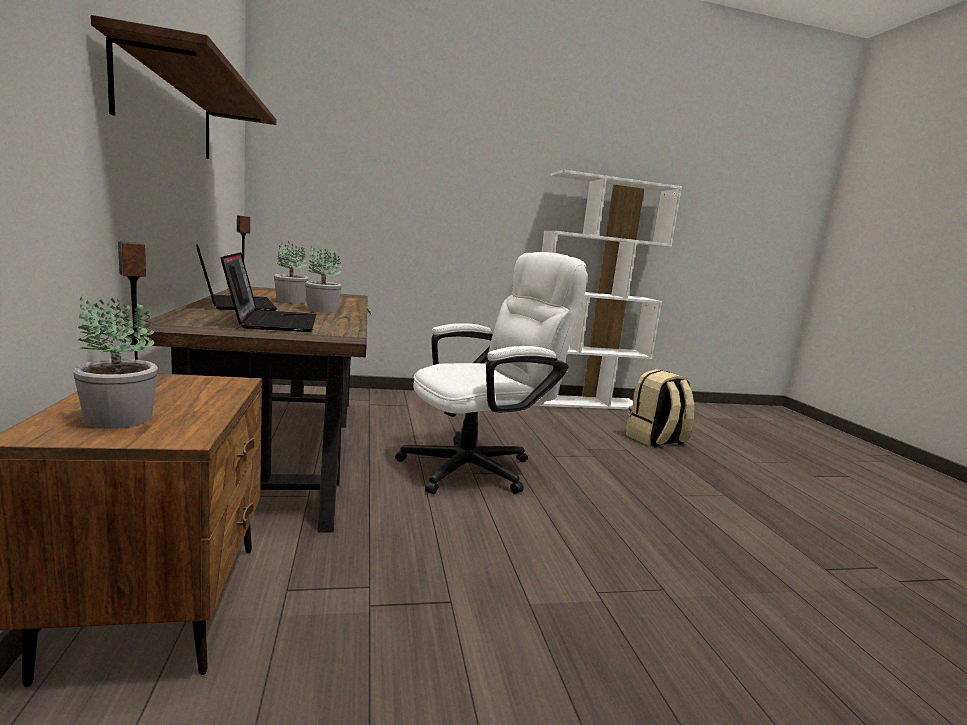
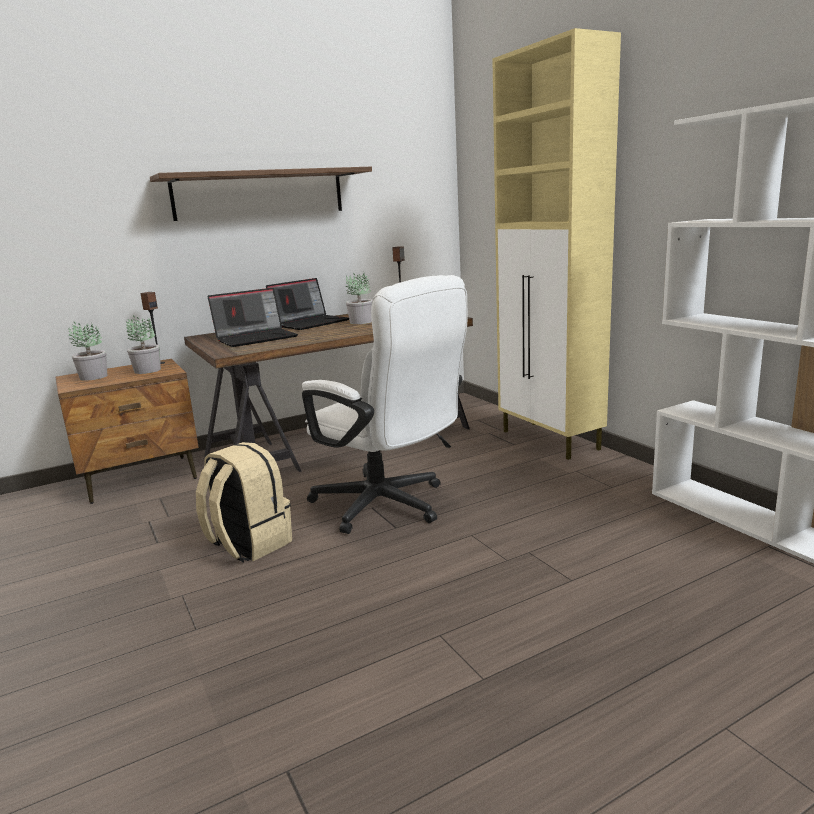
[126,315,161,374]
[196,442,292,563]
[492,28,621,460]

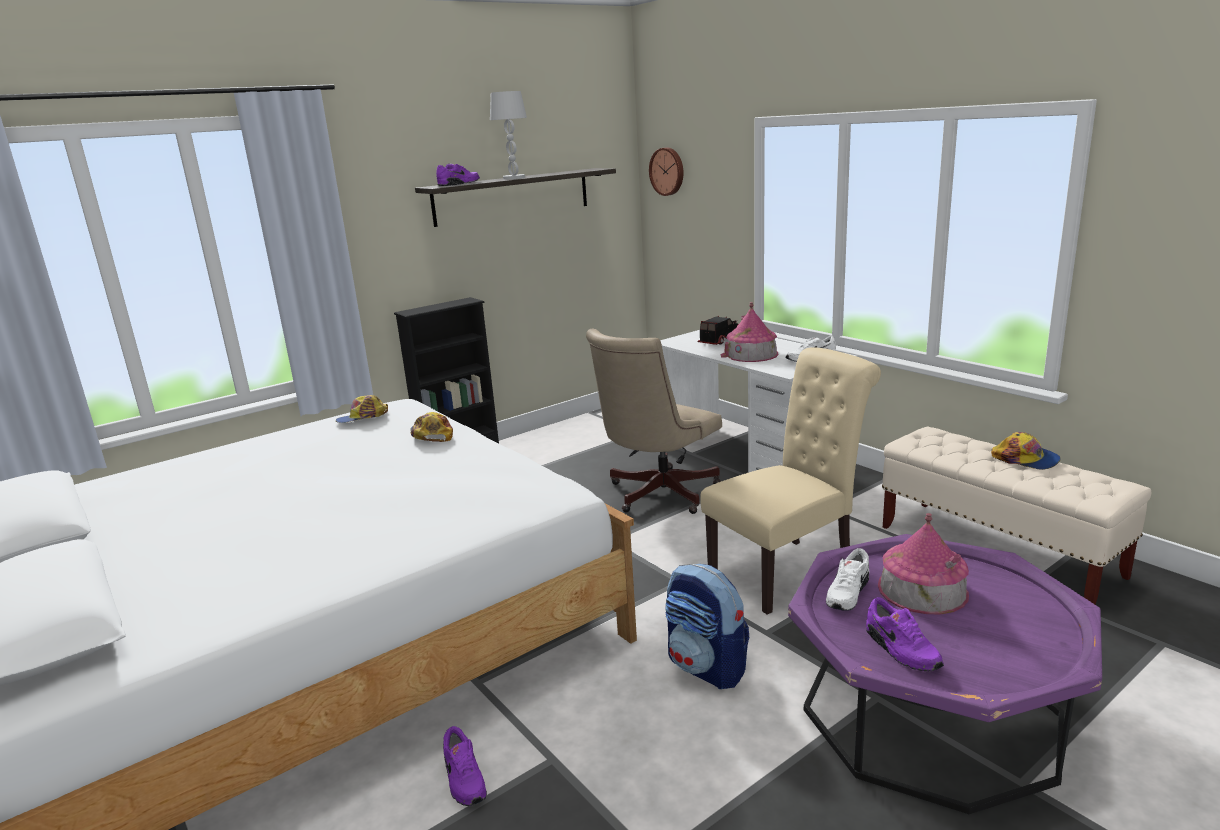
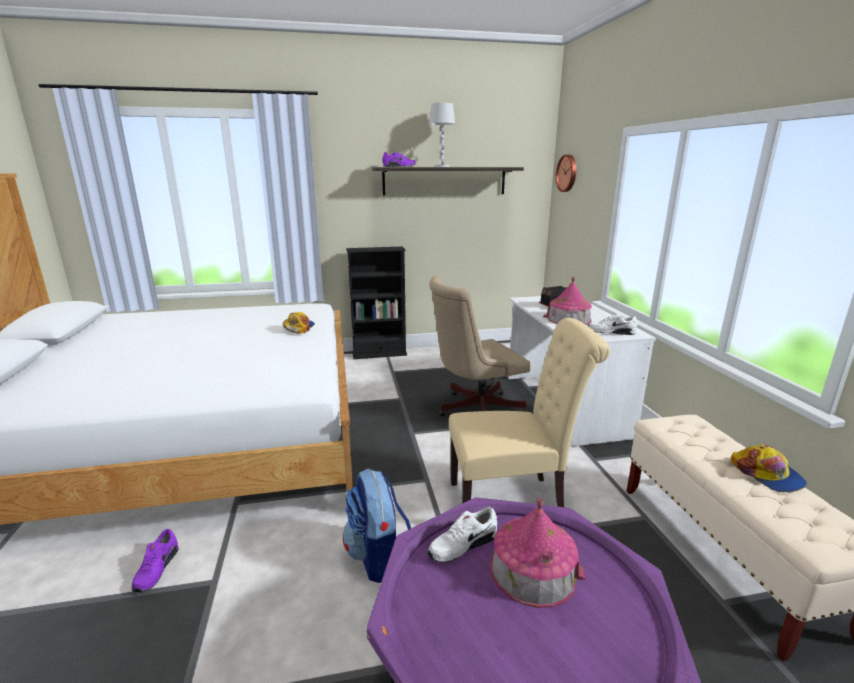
[336,395,388,423] (first image)
[866,597,944,671] (first image)

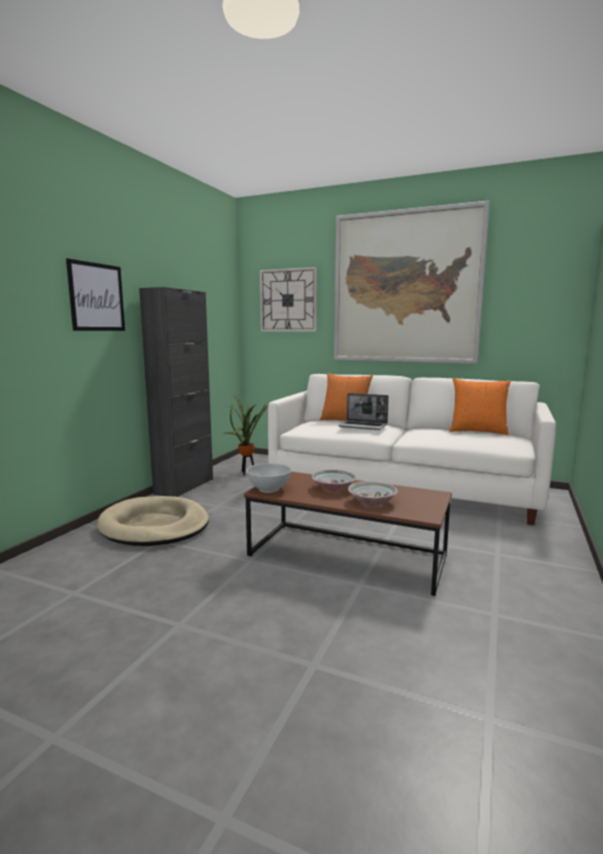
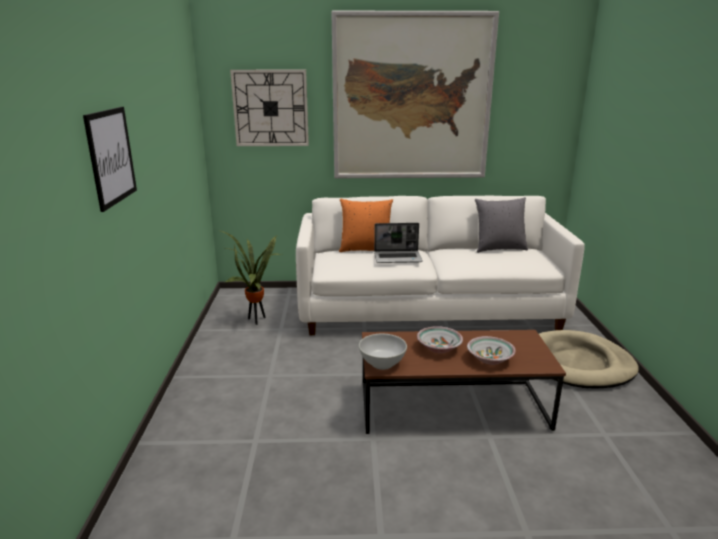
[139,287,213,497] (first image)
[475,197,528,253]
[539,330,639,389]

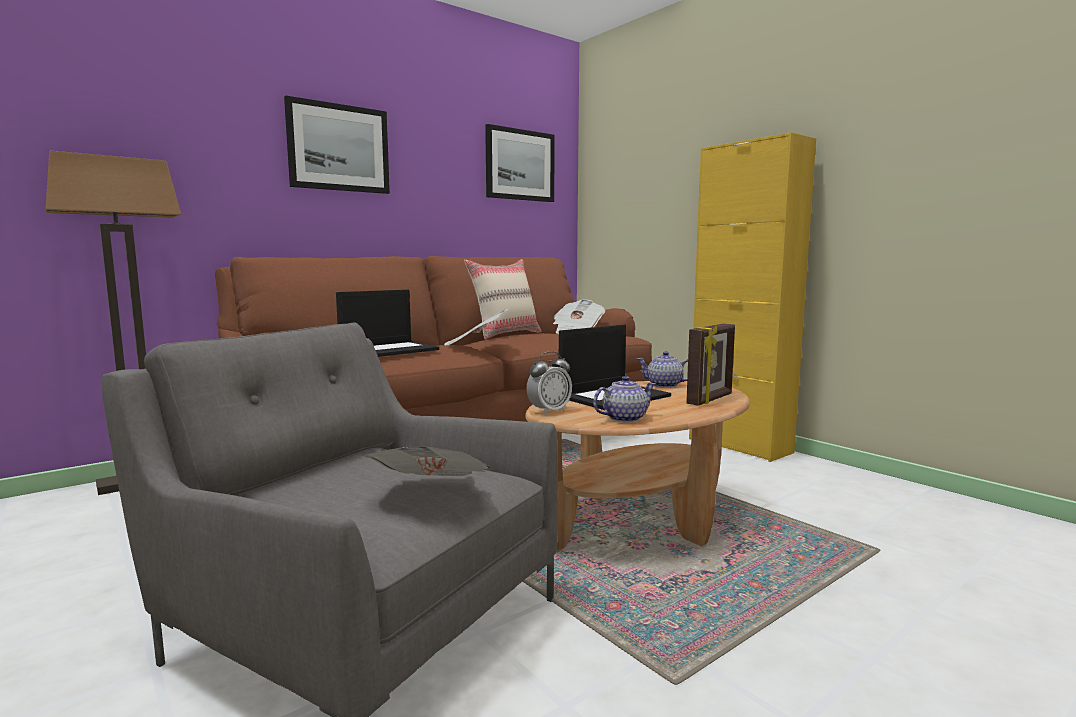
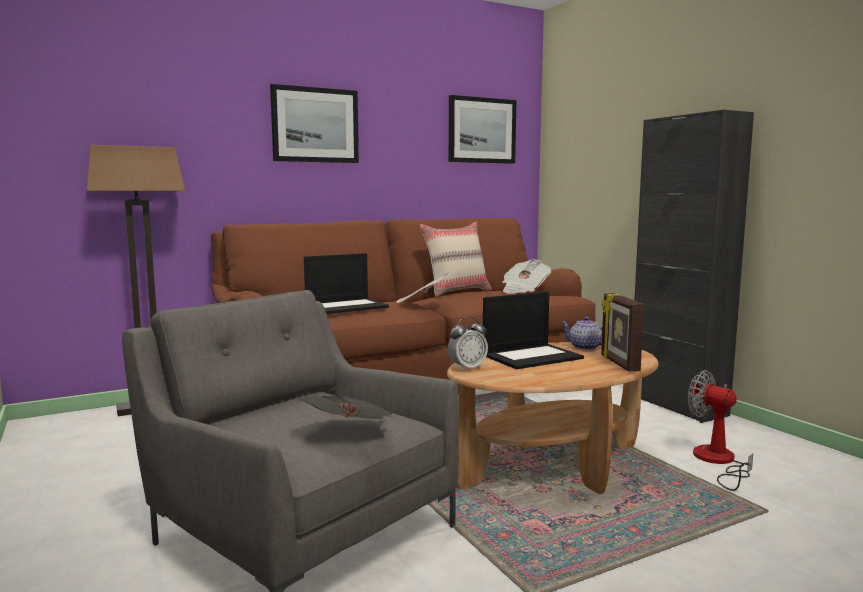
[634,110,754,423]
[601,293,644,372]
[593,376,655,422] (first image)
[688,370,753,491]

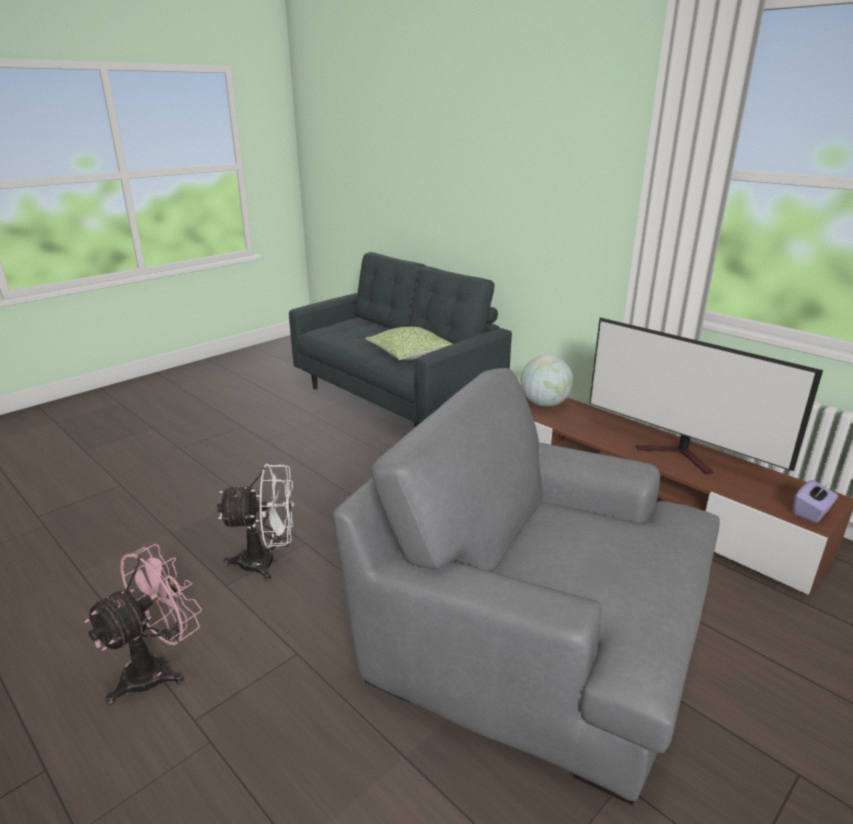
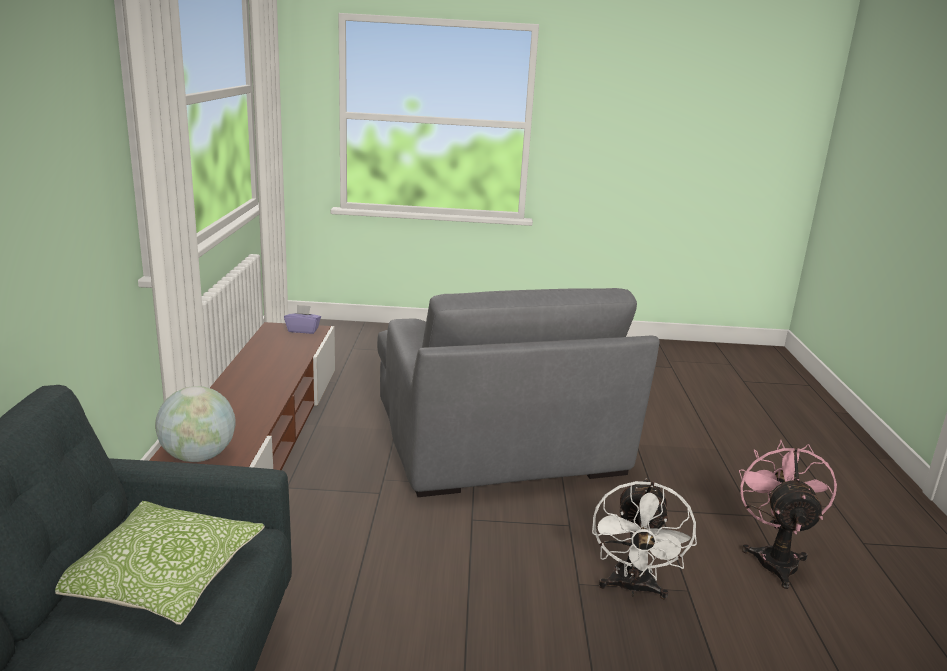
[589,318,823,474] (first image)
[592,479,697,600]
[739,439,837,589]

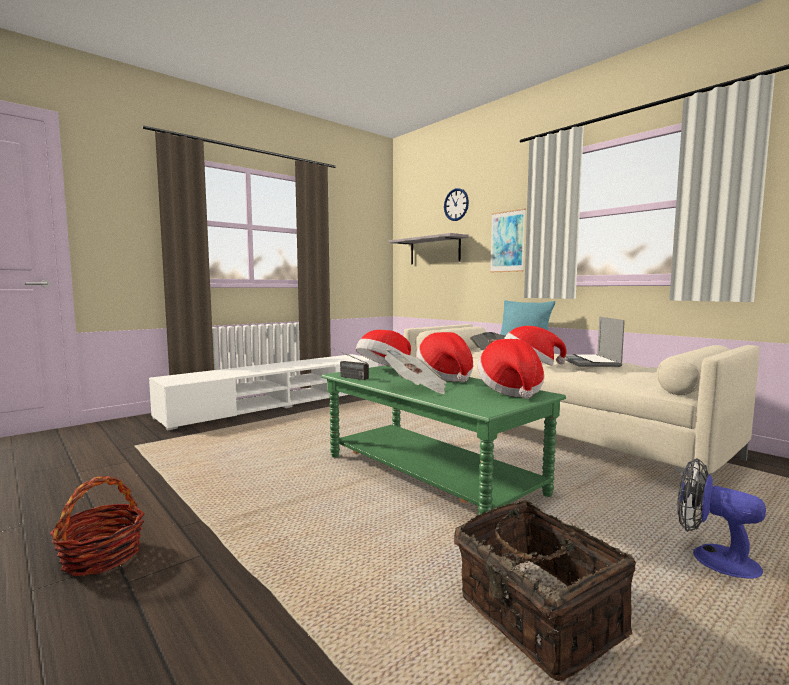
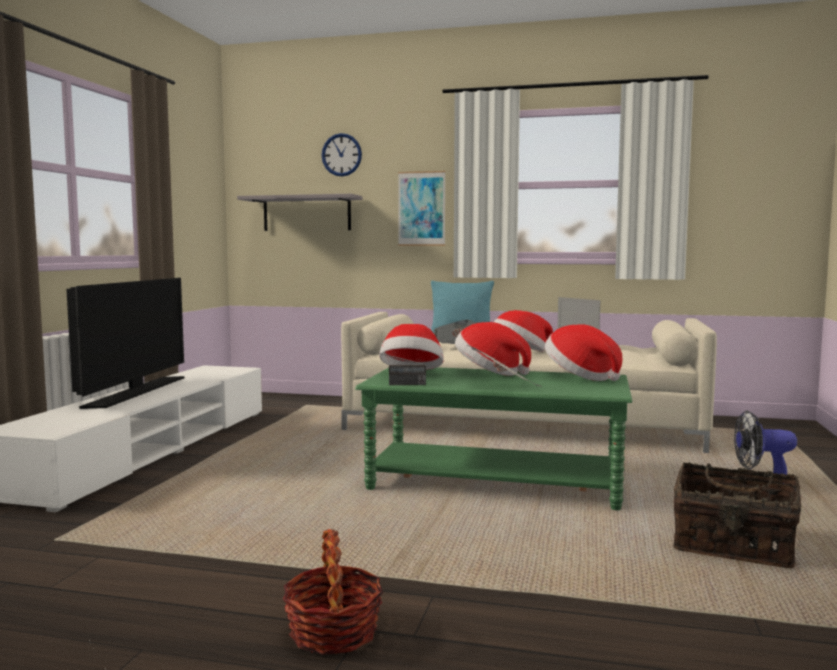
[66,278,184,409]

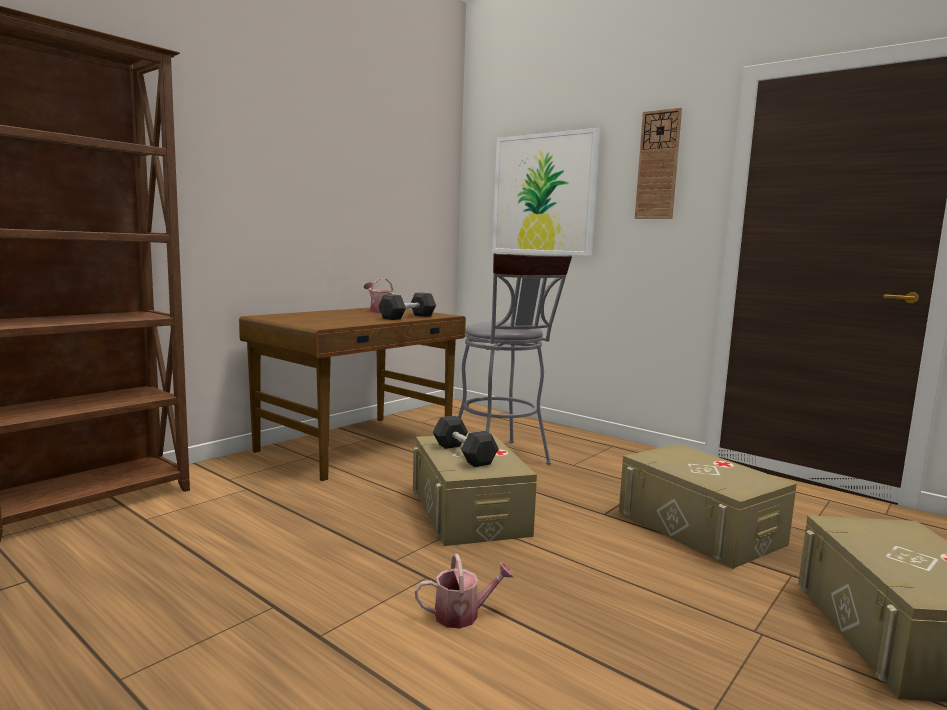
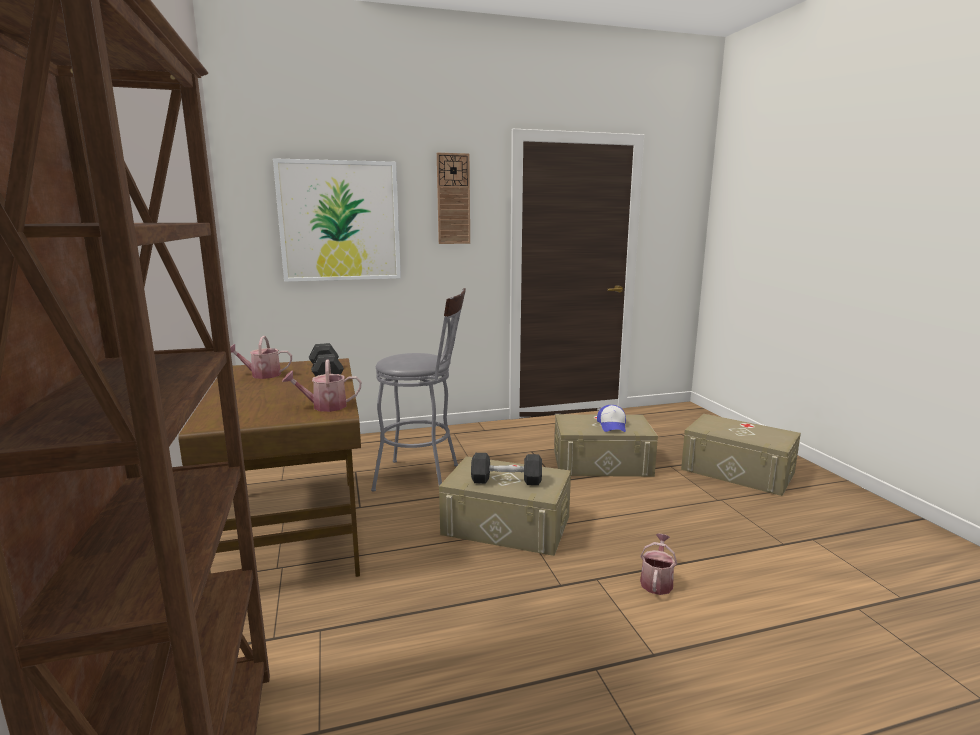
[282,359,361,412]
[597,405,626,432]

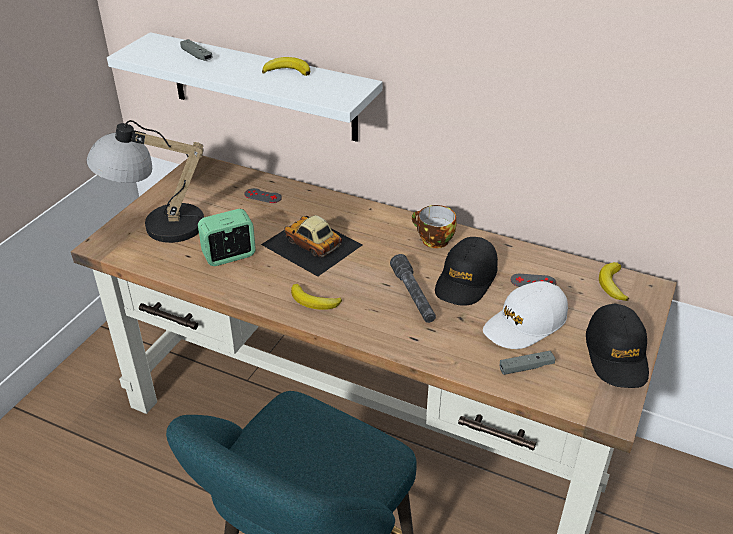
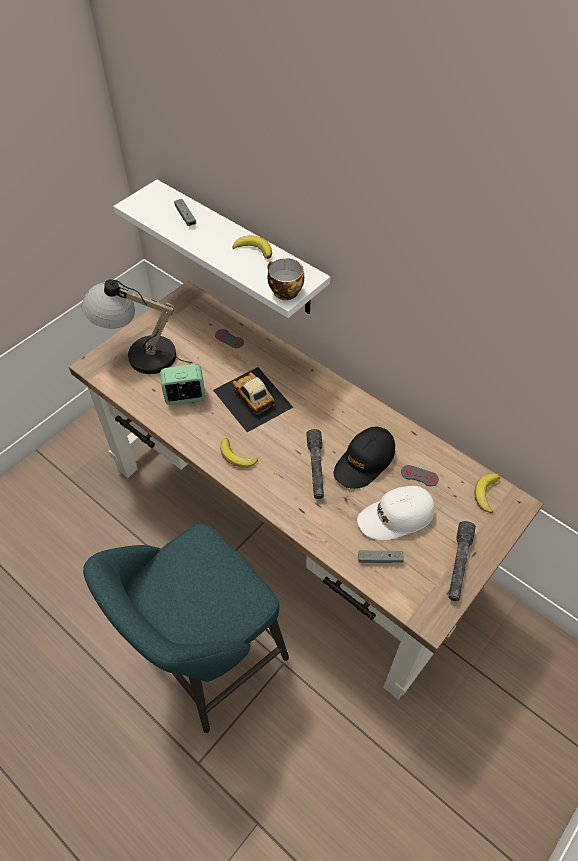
[267,258,304,300]
[448,521,476,601]

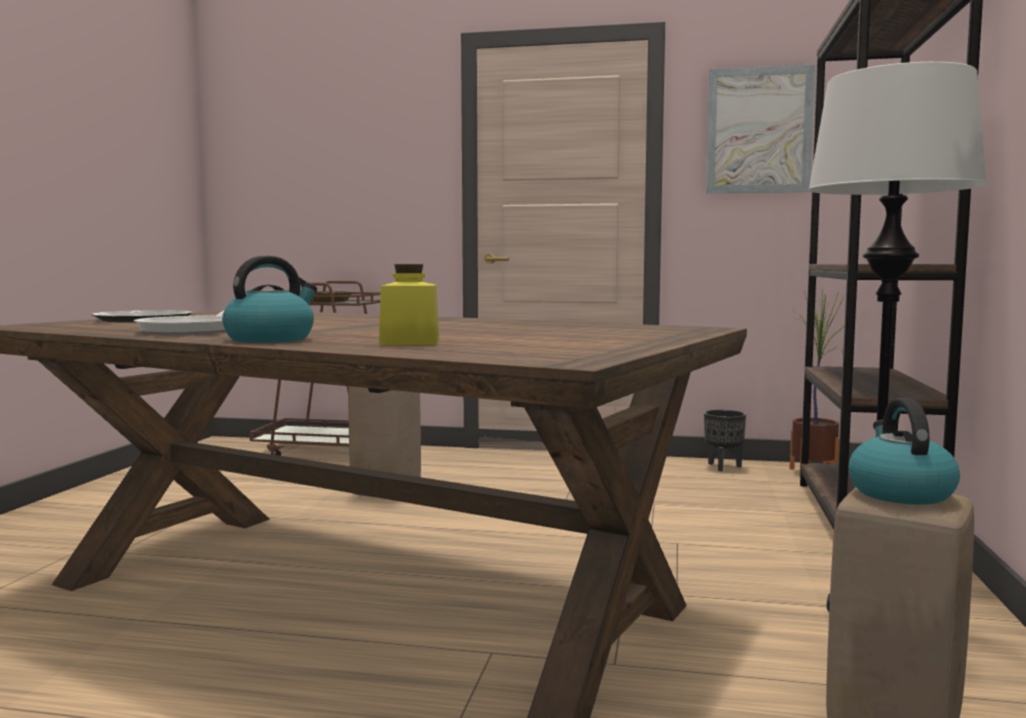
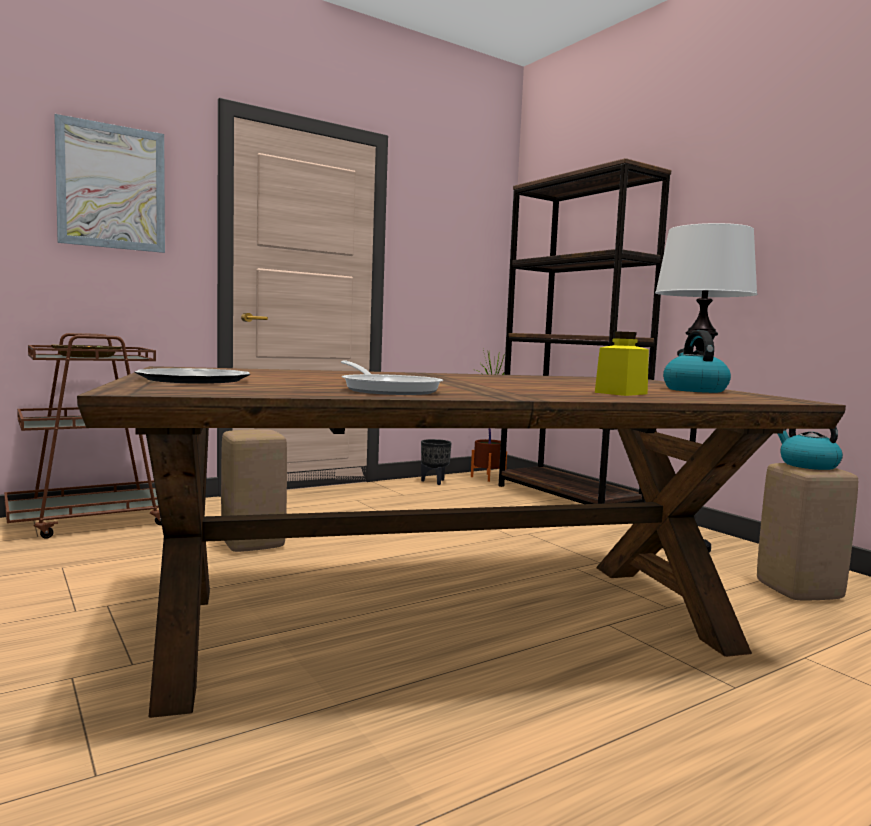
[54,114,165,253]
[663,330,731,393]

